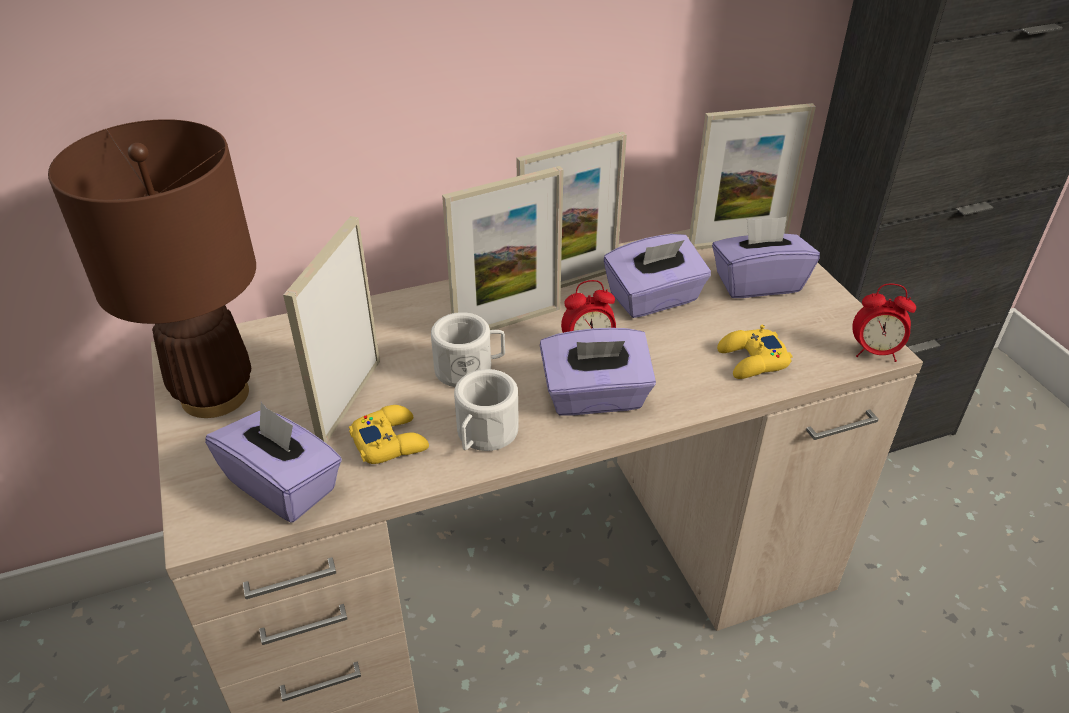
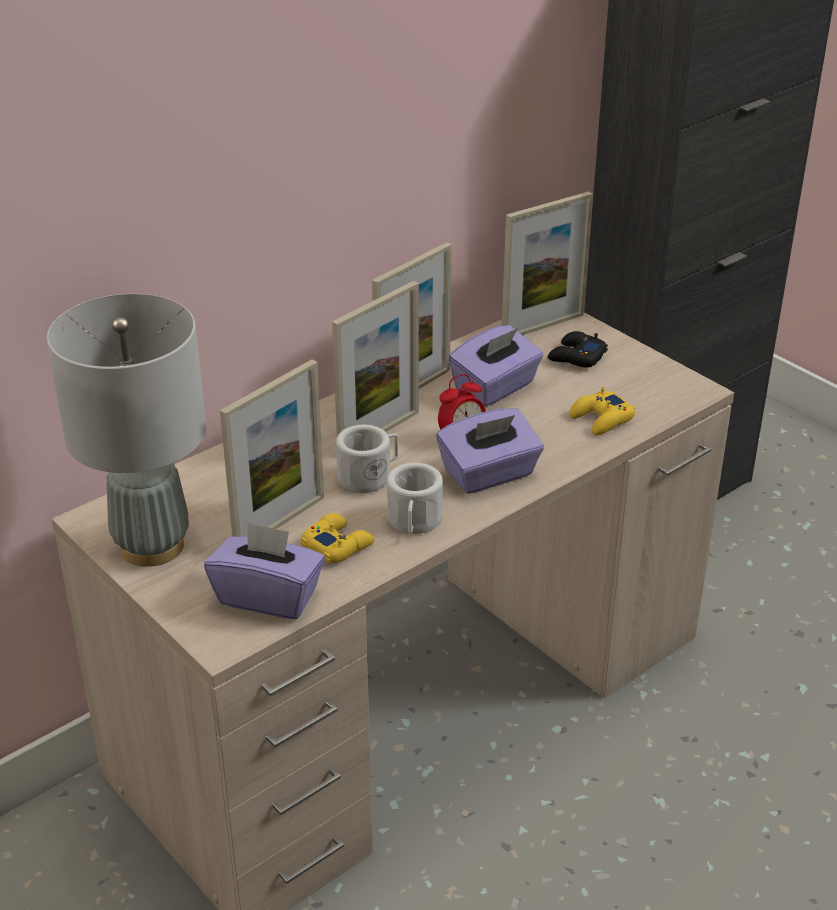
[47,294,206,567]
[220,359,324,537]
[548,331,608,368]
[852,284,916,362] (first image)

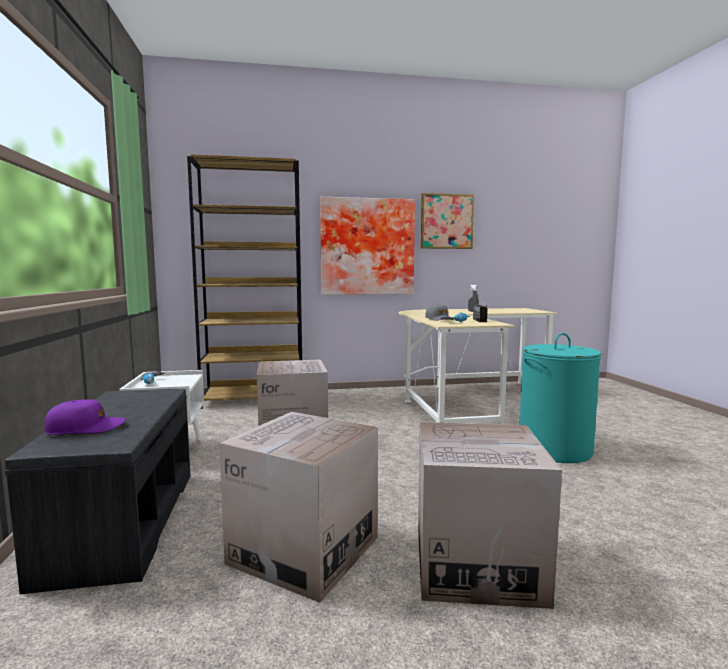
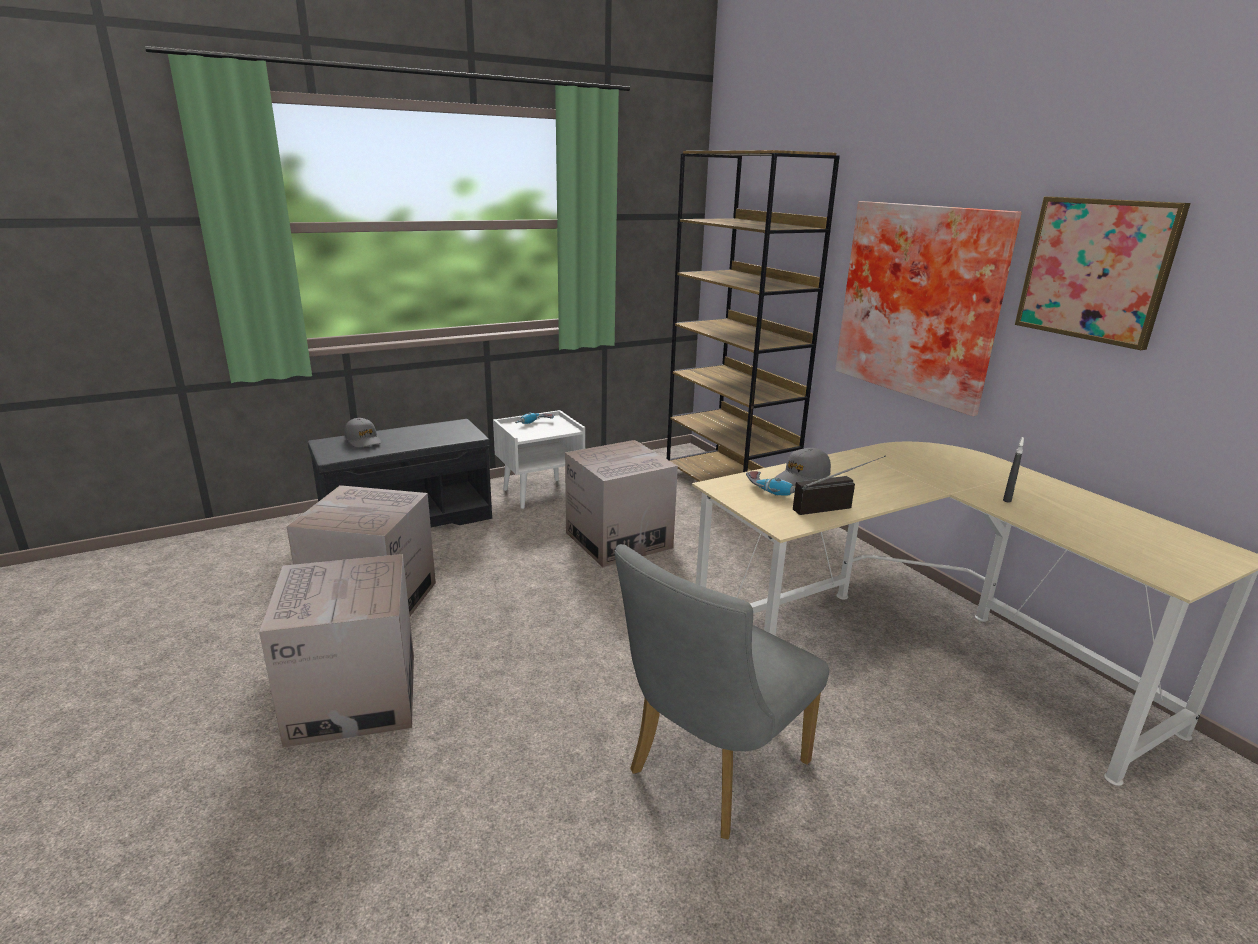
[614,544,829,840]
[345,418,381,448]

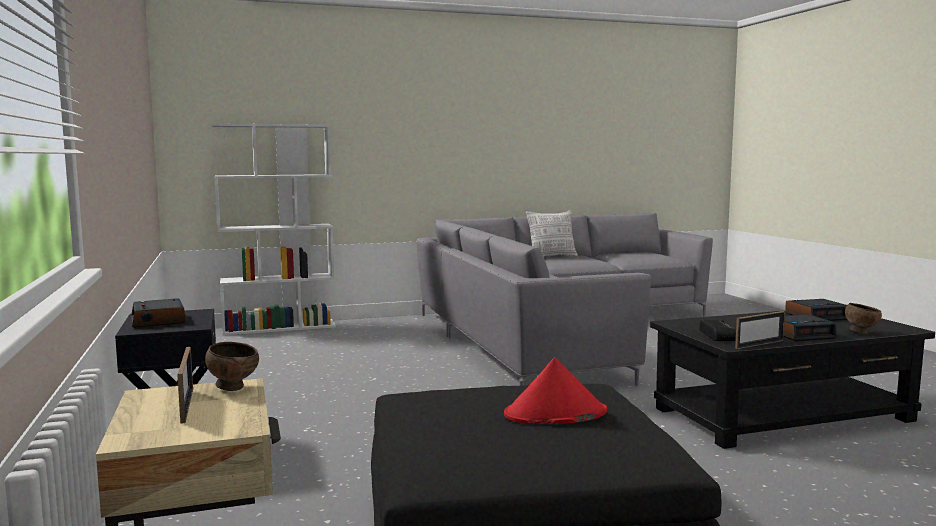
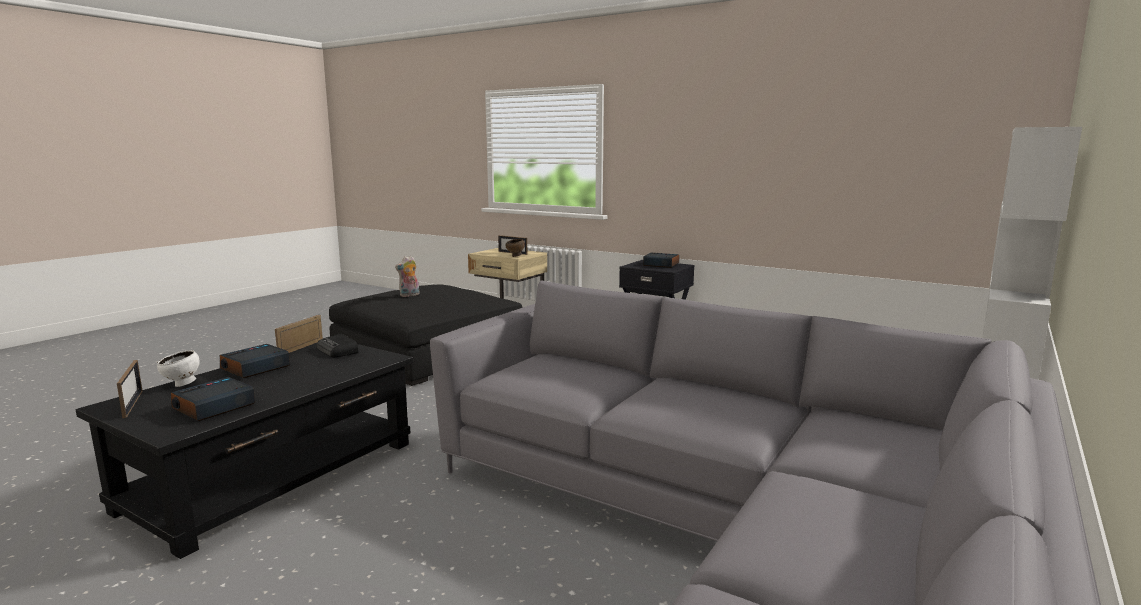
[526,210,578,257] (first image)
[157,350,200,387]
[395,256,419,297]
[117,360,142,418]

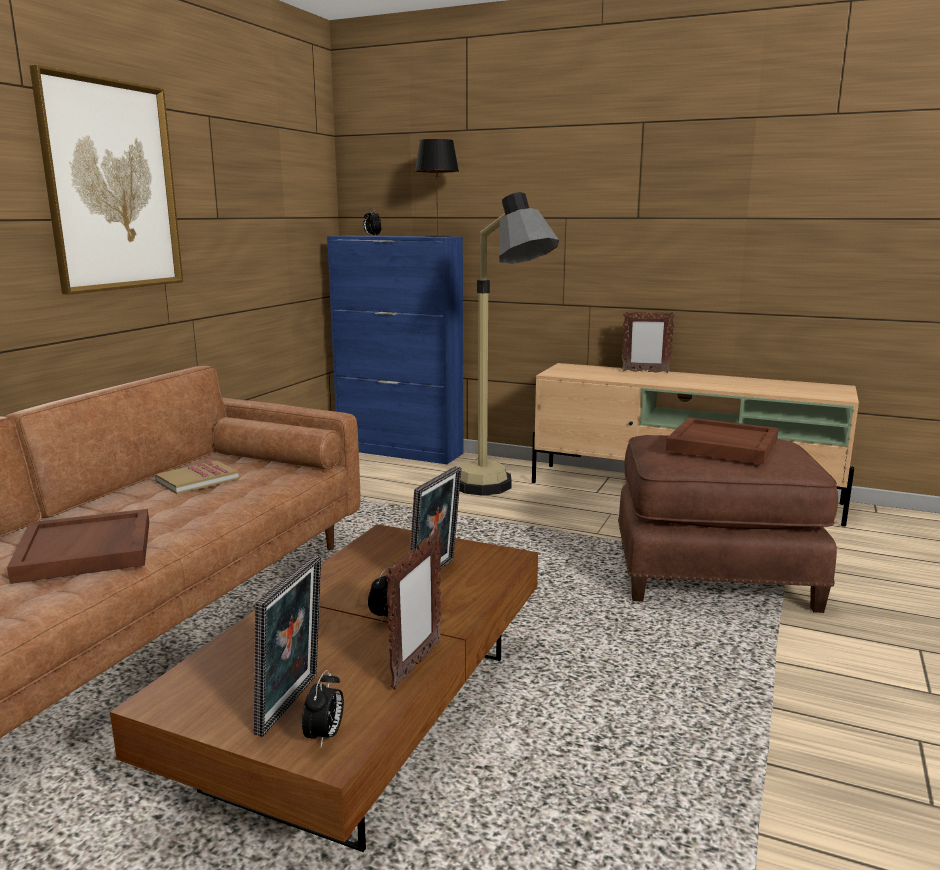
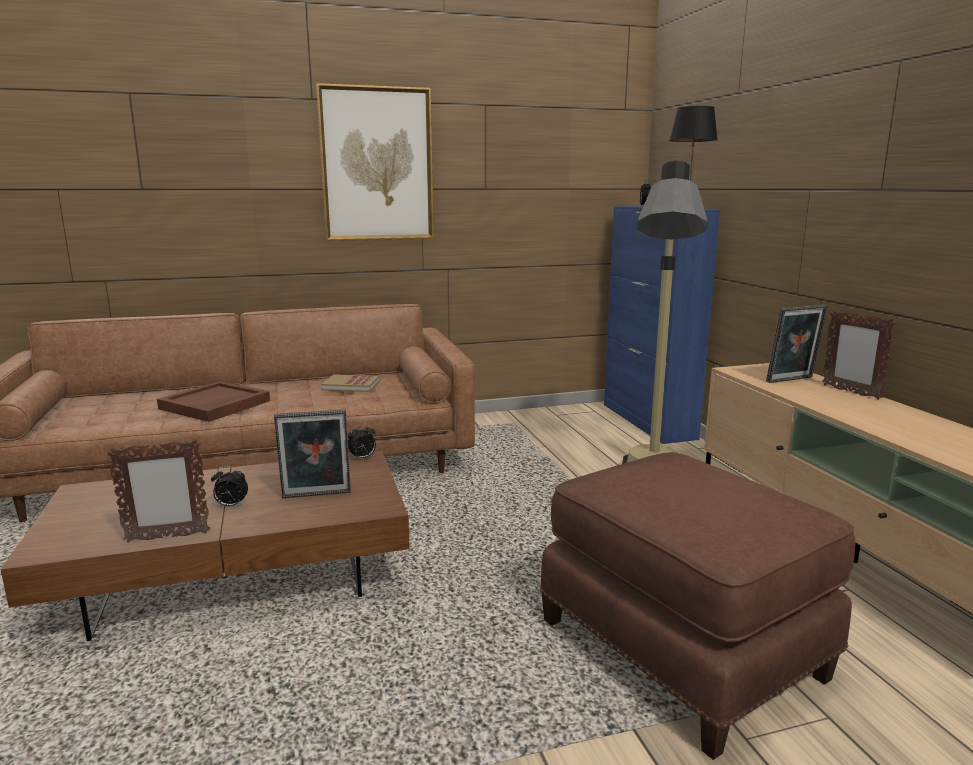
[666,417,779,464] (first image)
[766,305,828,383]
[348,423,376,459]

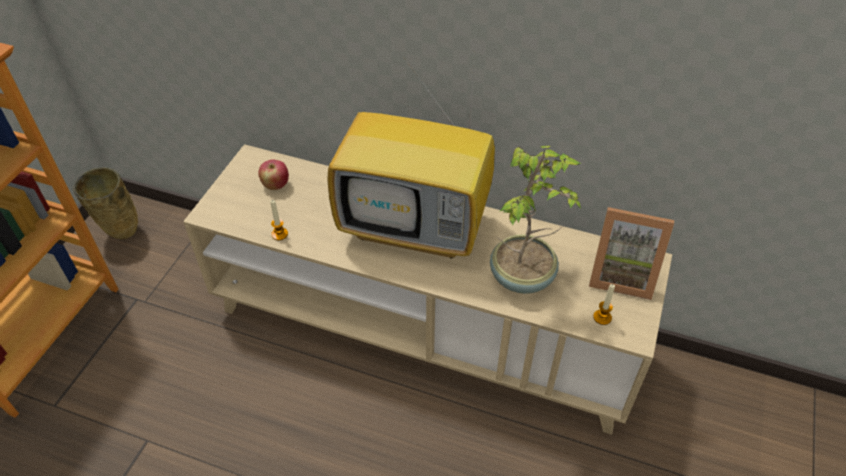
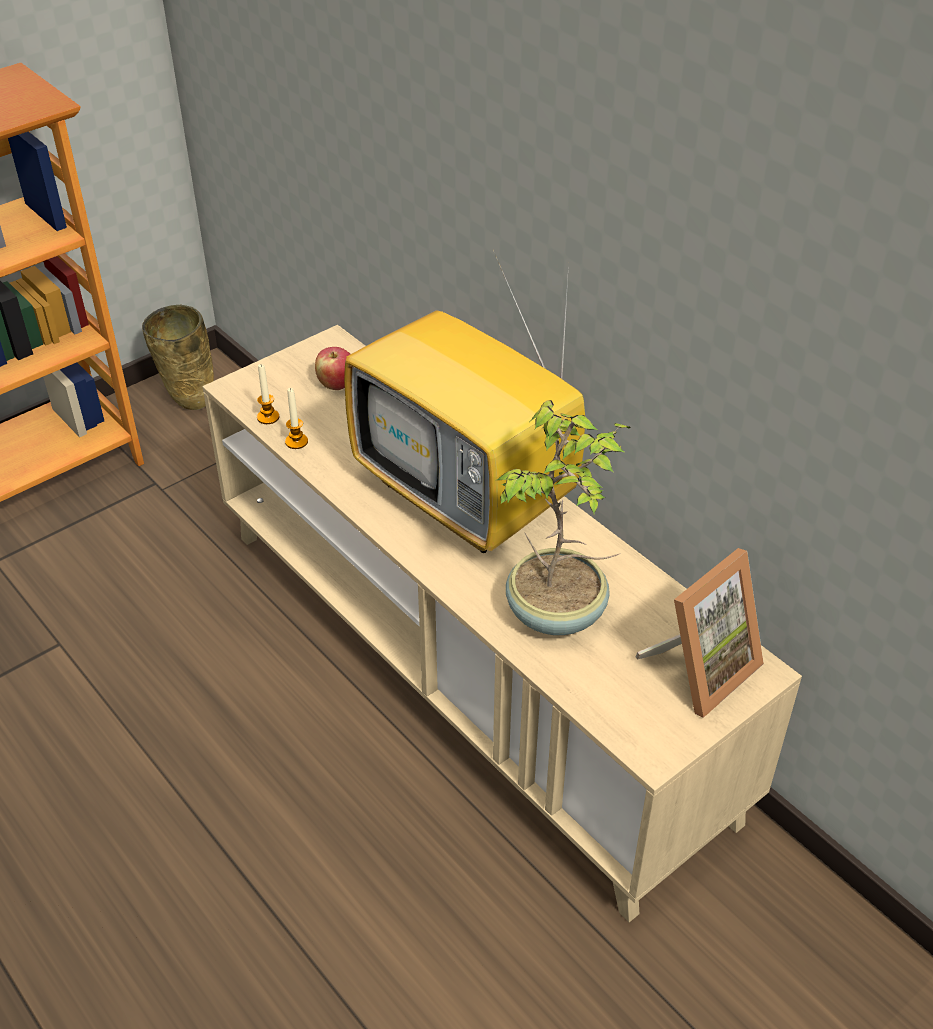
[636,548,764,718]
[257,364,279,424]

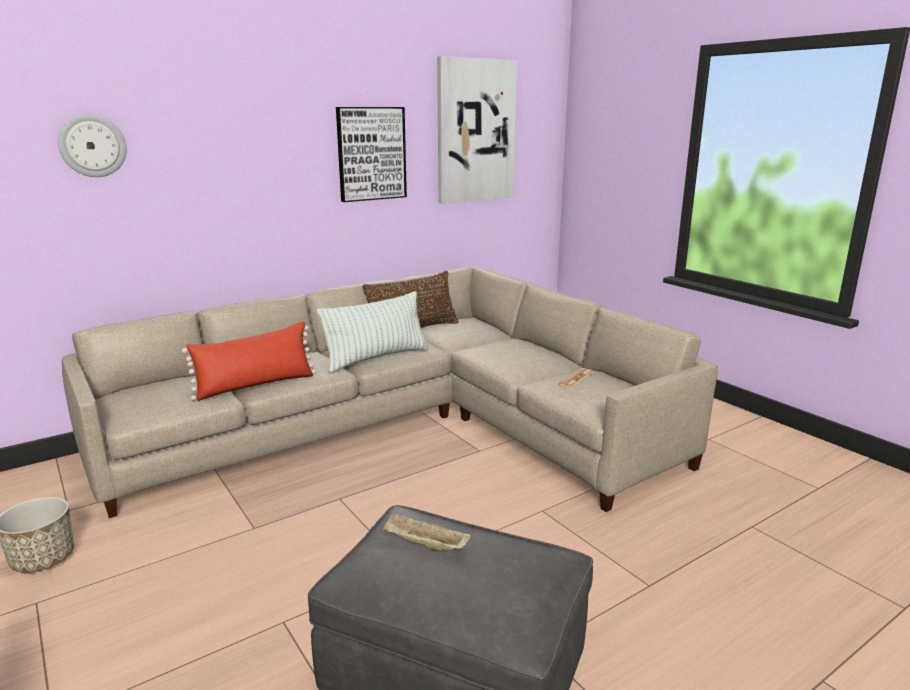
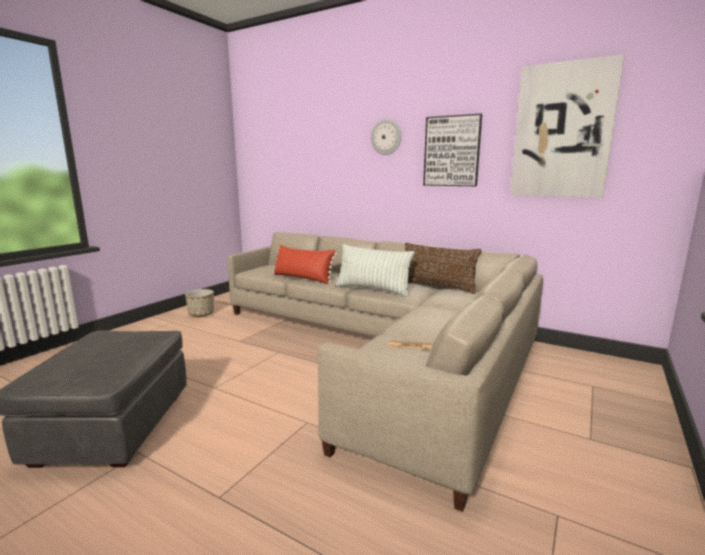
[371,119,401,155]
[383,513,471,552] (first image)

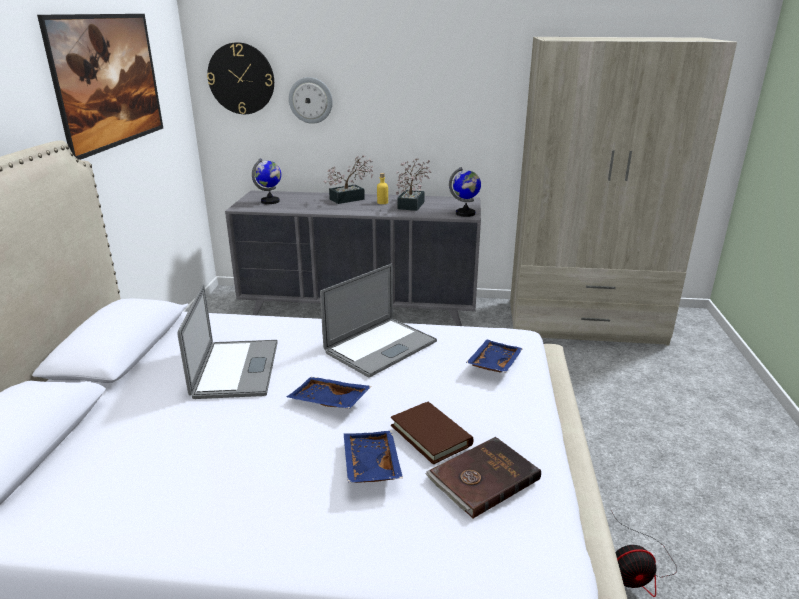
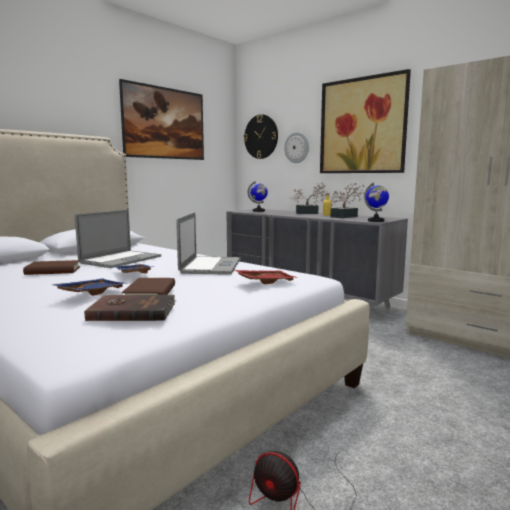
[176,212,240,275]
[235,270,298,284]
[320,69,411,173]
[23,260,80,275]

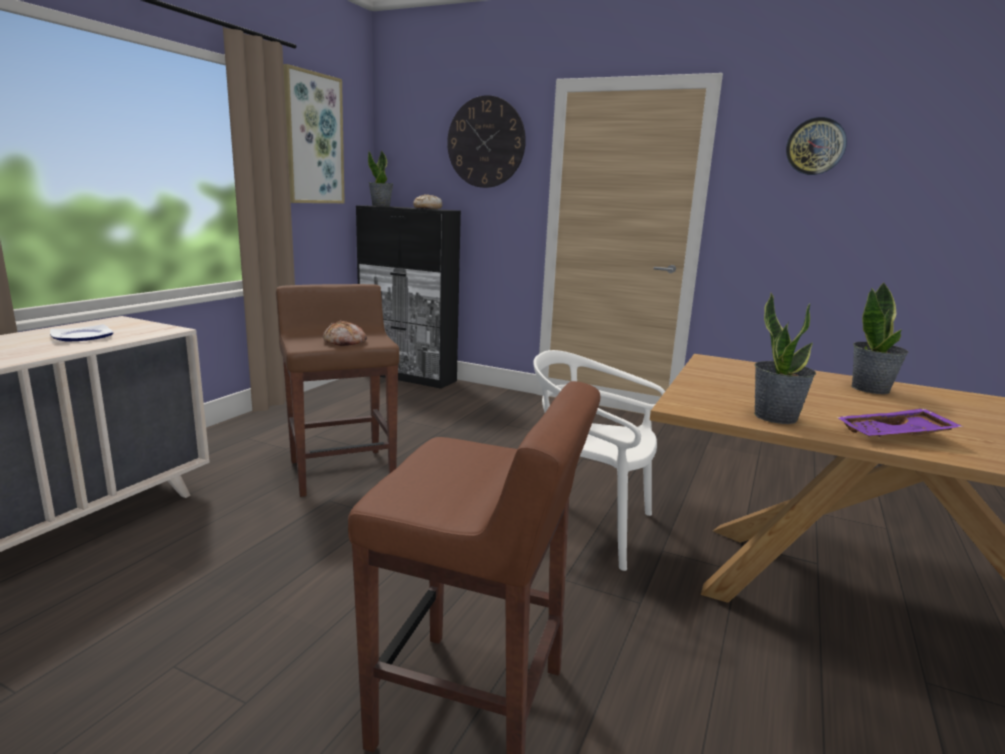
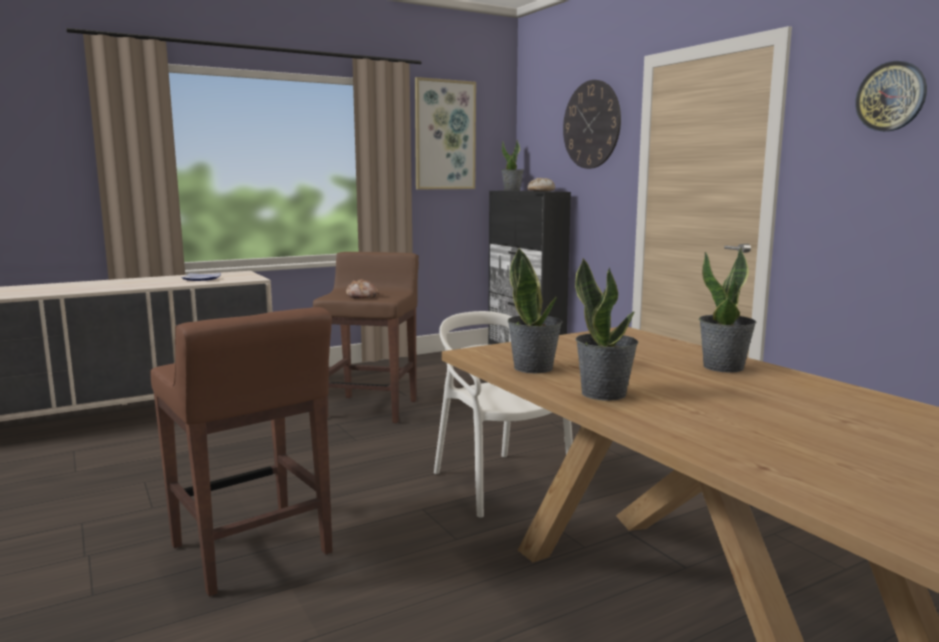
[575,258,638,401]

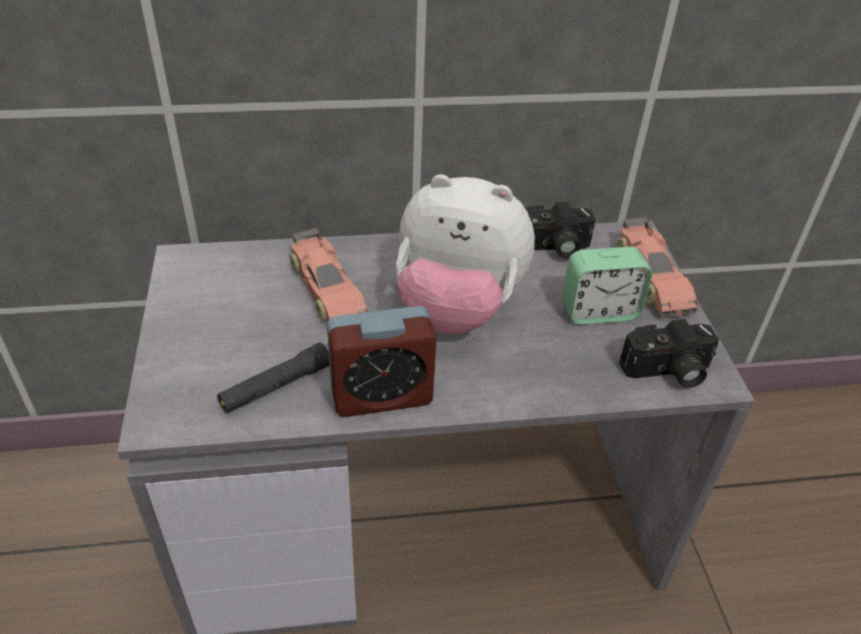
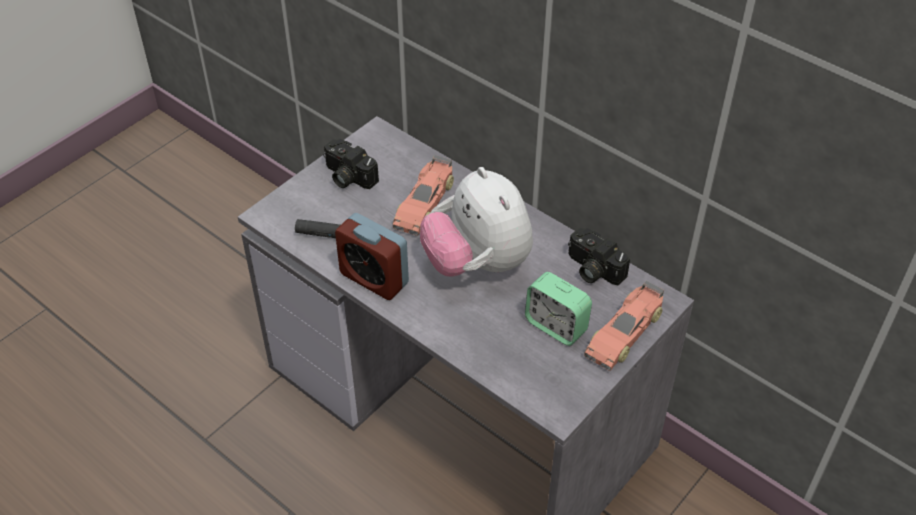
[323,139,379,189]

